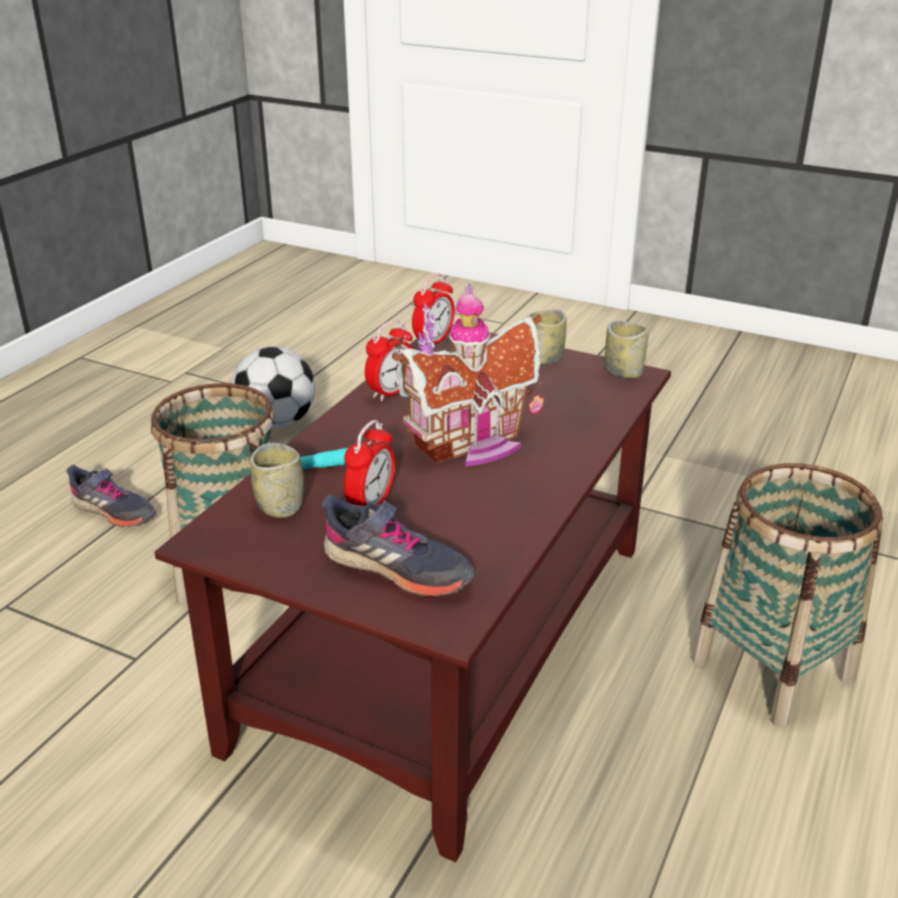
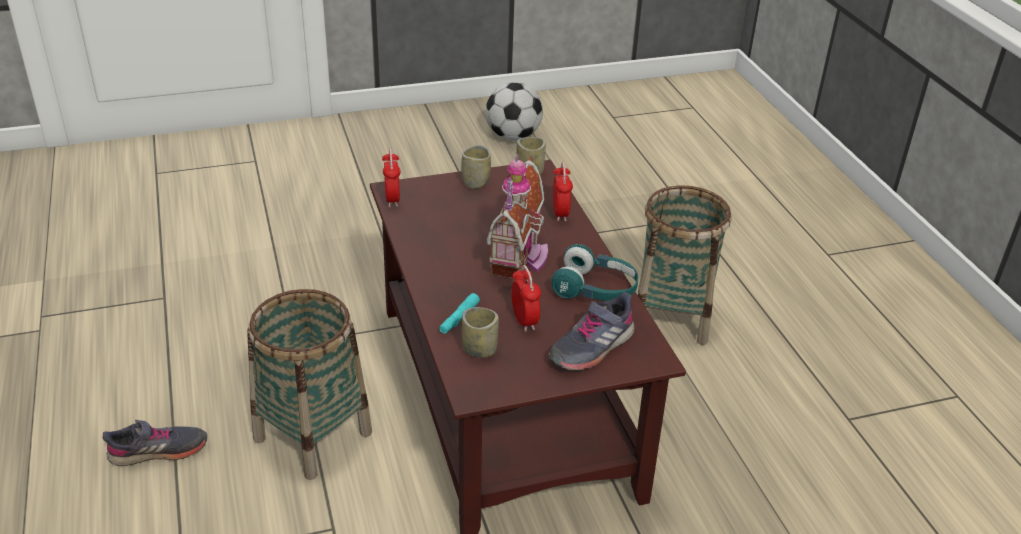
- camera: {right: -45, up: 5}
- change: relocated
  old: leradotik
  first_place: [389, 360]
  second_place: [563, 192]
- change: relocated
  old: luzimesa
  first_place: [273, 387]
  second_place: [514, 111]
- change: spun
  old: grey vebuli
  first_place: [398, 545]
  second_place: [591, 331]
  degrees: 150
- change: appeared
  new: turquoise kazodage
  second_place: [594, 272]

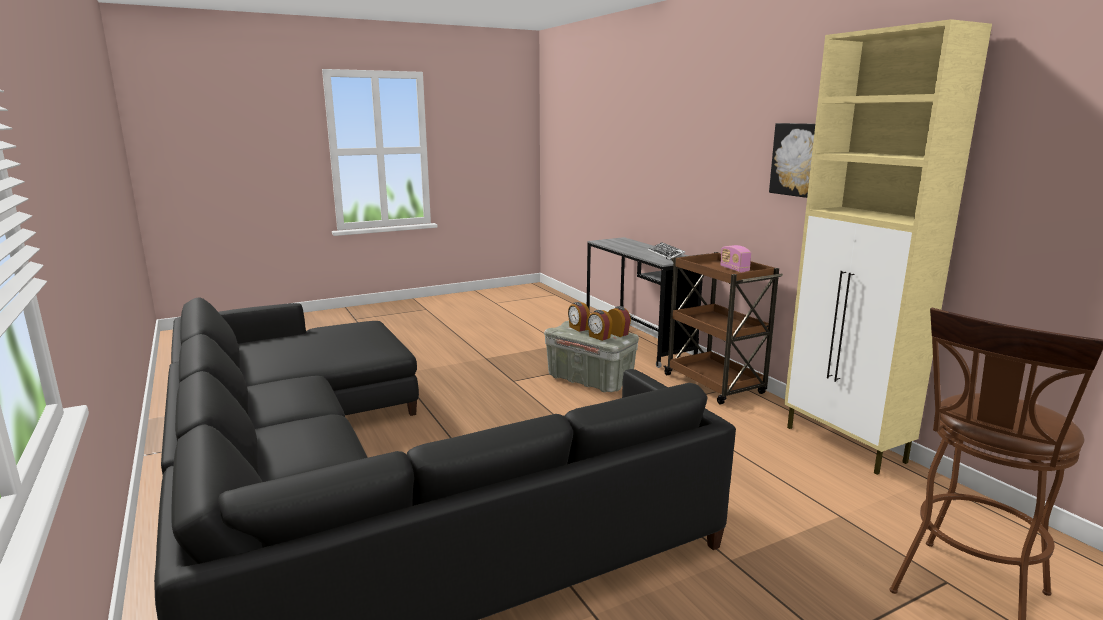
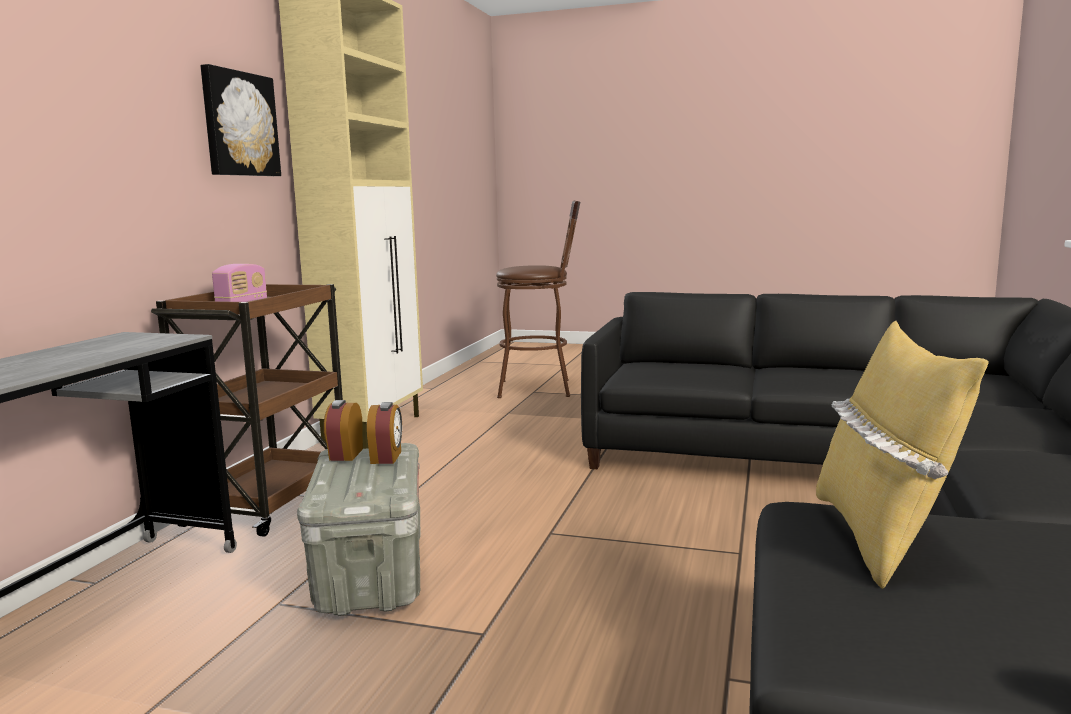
- camera: {right: -135, up: -5}
- change: missing
  old: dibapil
  first_place: [666, 251]
- change: missing
  old: leradotik
  first_place: [579, 317]
- change: appeared
  new: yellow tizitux
  second_place: [902, 455]

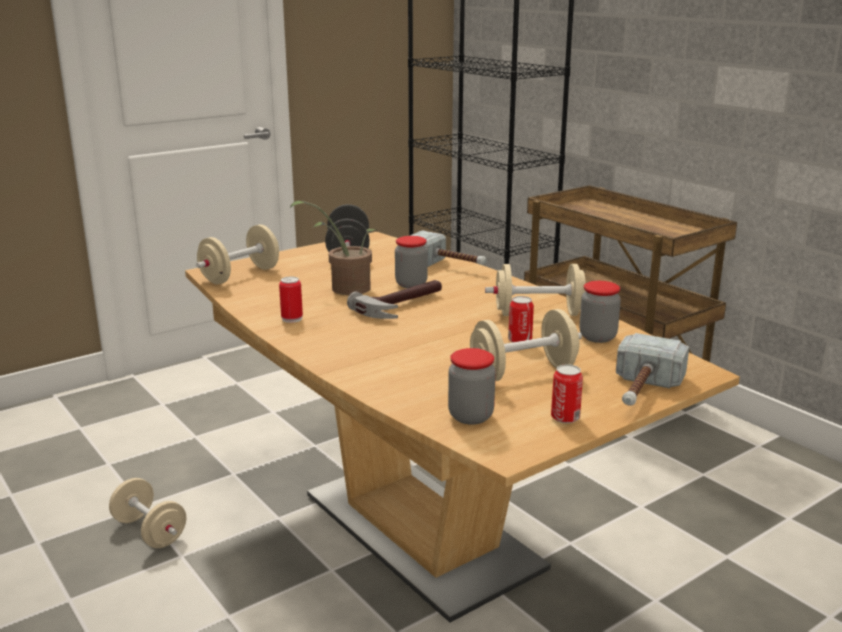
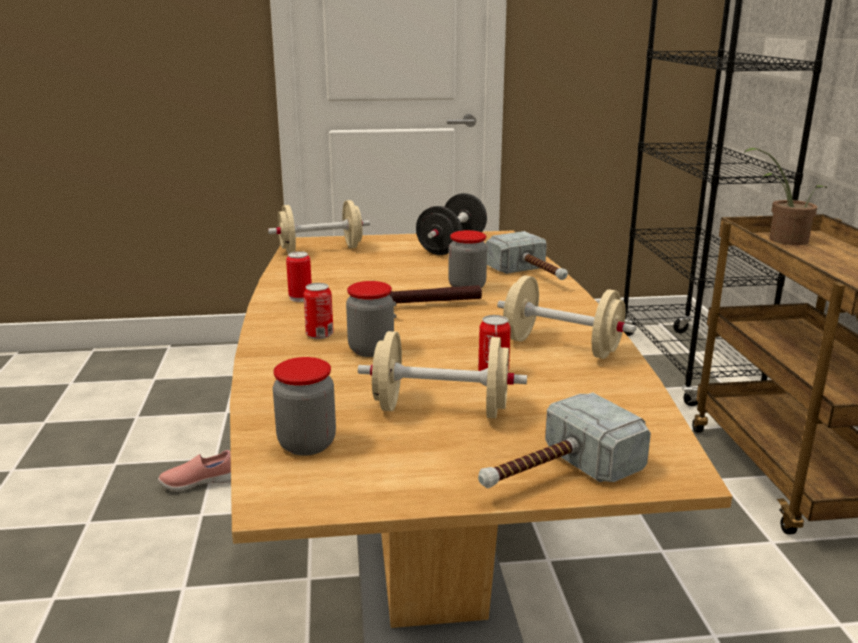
- camera: {right: 30, up: 0}
- change: relocated
  old: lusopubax
  first_place: [333, 248]
  second_place: [785, 196]
- change: relocated
  old: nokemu
  first_place: [600, 312]
  second_place: [370, 319]
- change: relocated
  old: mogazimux
  first_place: [567, 393]
  second_place: [319, 311]
- change: exchanged
  old: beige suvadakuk
  new: pink vebuli
  first_place: [147, 513]
  second_place: [194, 470]

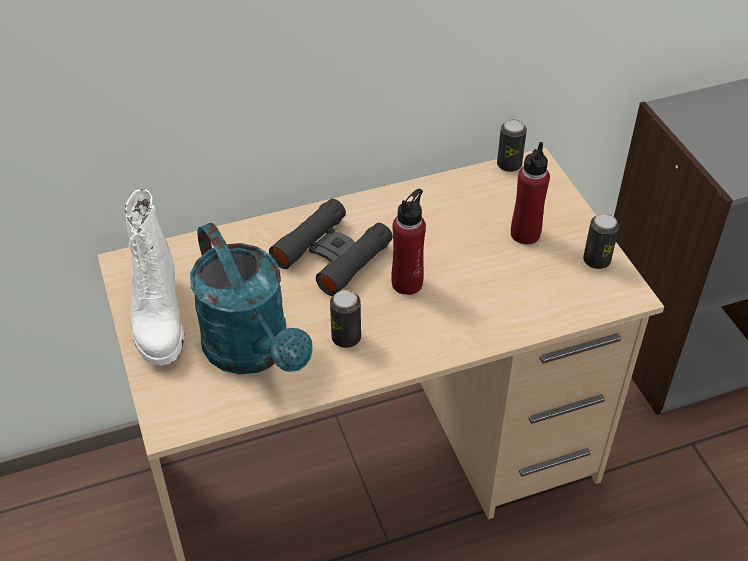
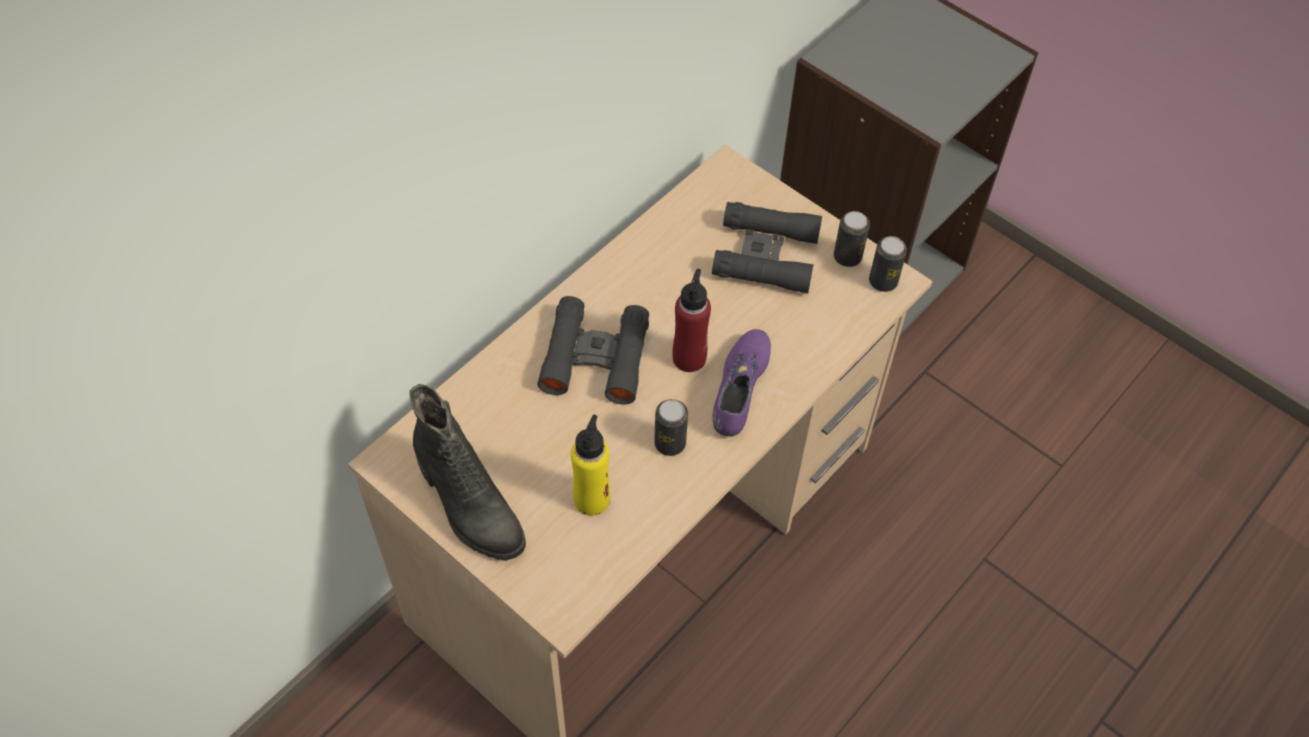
- camera: {right: -30, up: 10}
- change: relocated
  old: mogazimux
  first_place: [512, 145]
  second_place: [888, 264]
- change: exchanged
  old: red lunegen
  new: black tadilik
  first_place: [530, 193]
  second_place: [767, 248]
- change: colour
  old: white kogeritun
  new: black kogeritun
  first_place: [154, 277]
  second_place: [467, 472]
- change: exchanged
  old: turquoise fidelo
  new: yellow lunegen
  first_place: [251, 298]
  second_place: [590, 465]
- change: appeared
  new: purple vebuli
  second_place: [741, 383]

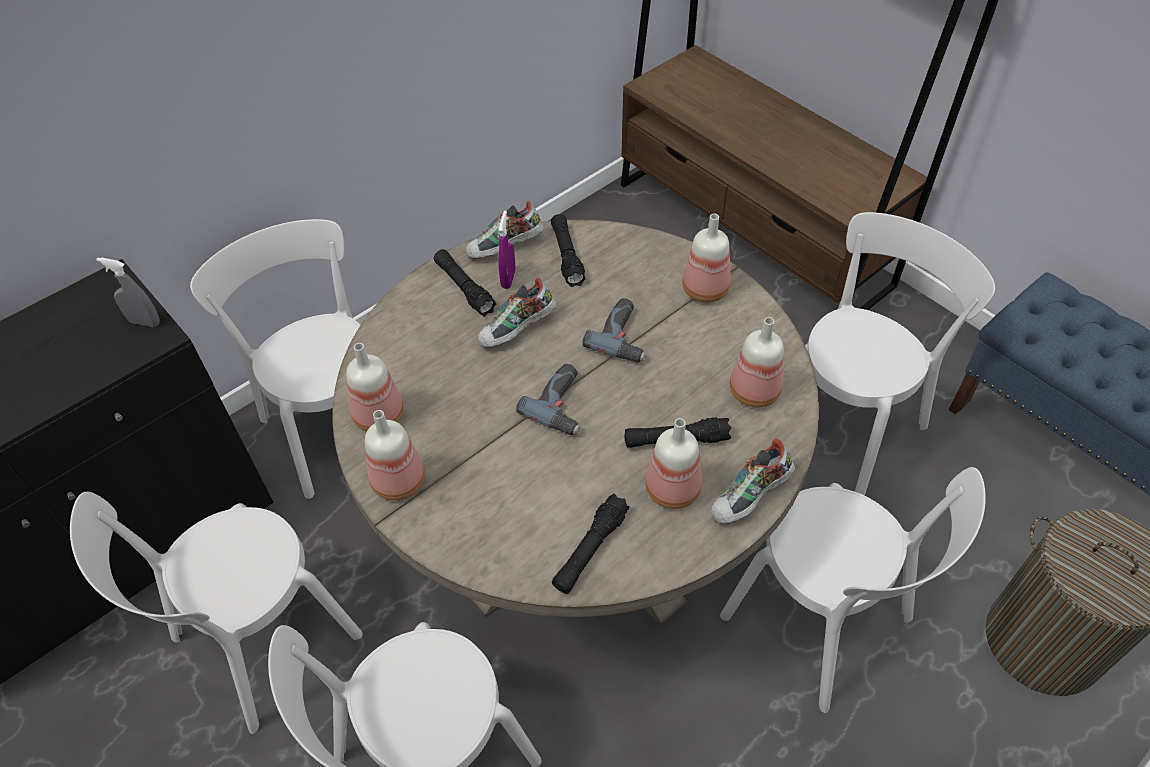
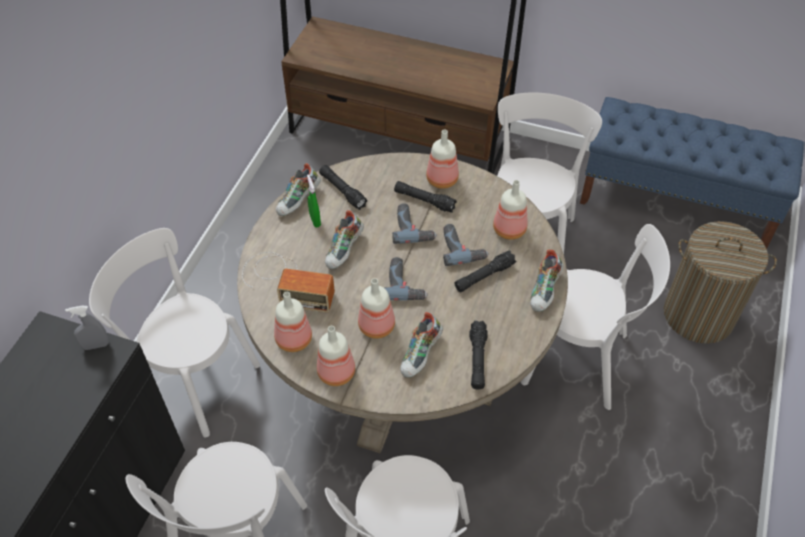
- camera: {right: -30, up: 0}
- change: colour
  old: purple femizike
  new: green femizike
  first_place: [506, 250]
  second_place: [314, 200]
- change: relocated
  old: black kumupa
  first_place: [465, 283]
  second_place: [425, 197]
- change: relocated
  old: lunegen
  first_place: [673, 463]
  second_place: [376, 308]
- change: appeared
  new: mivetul
  second_place: [466, 245]
- change: appeared
  new: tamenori
  second_place: [288, 282]
- change: appeared
  new: vebuli
  second_place: [421, 345]

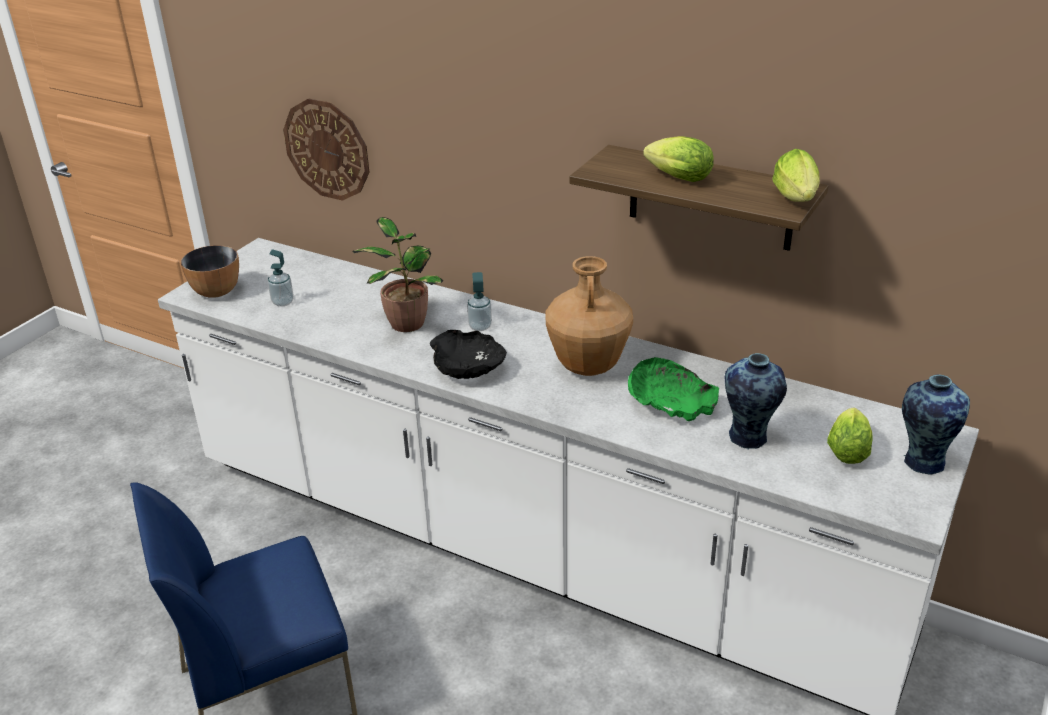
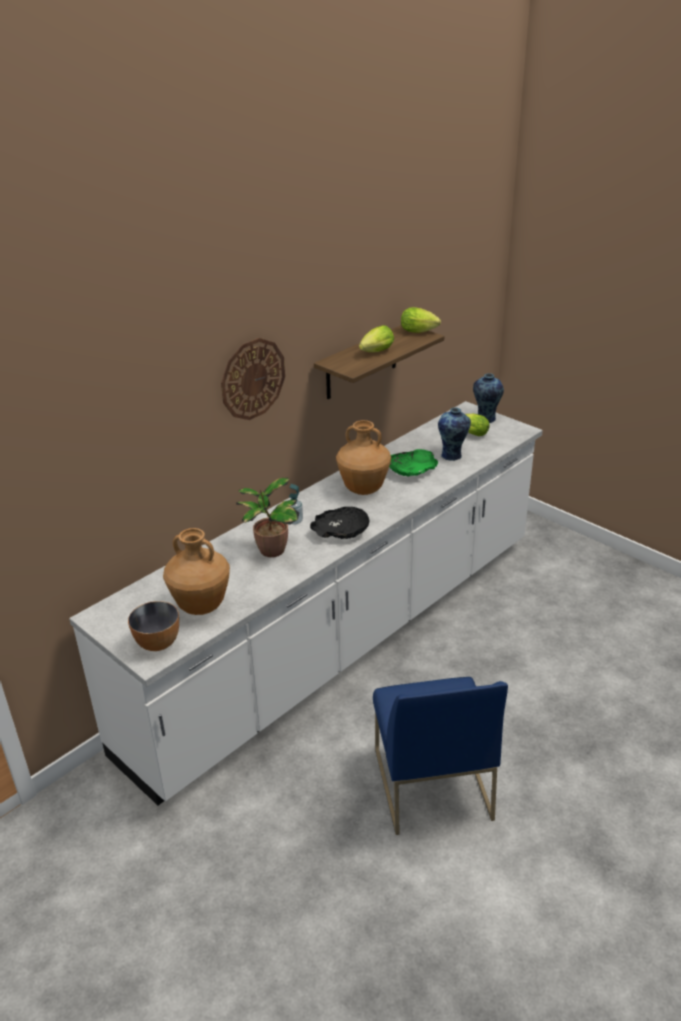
- camera: {right: -75, up: 0}
- change: relocated
  old: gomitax
  first_place: [326, 149]
  second_place: [253, 379]
- change: exchanged
  old: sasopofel
  new: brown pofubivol
  first_place: [281, 278]
  second_place: [196, 571]

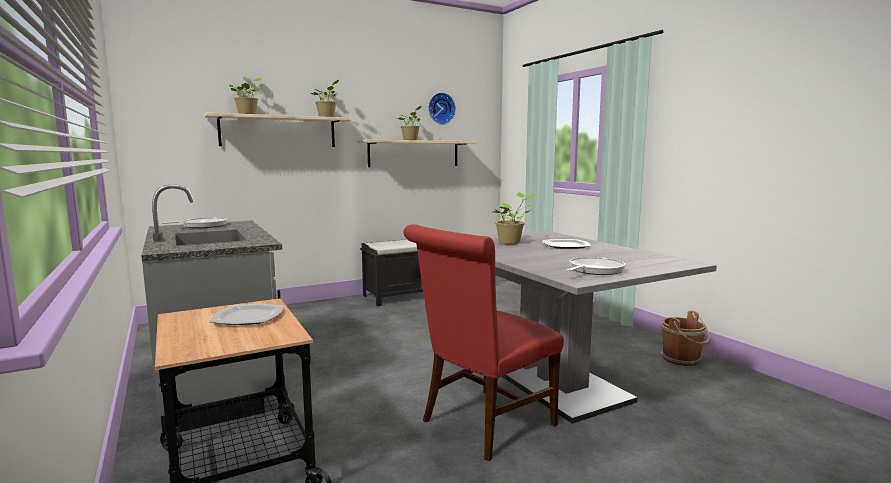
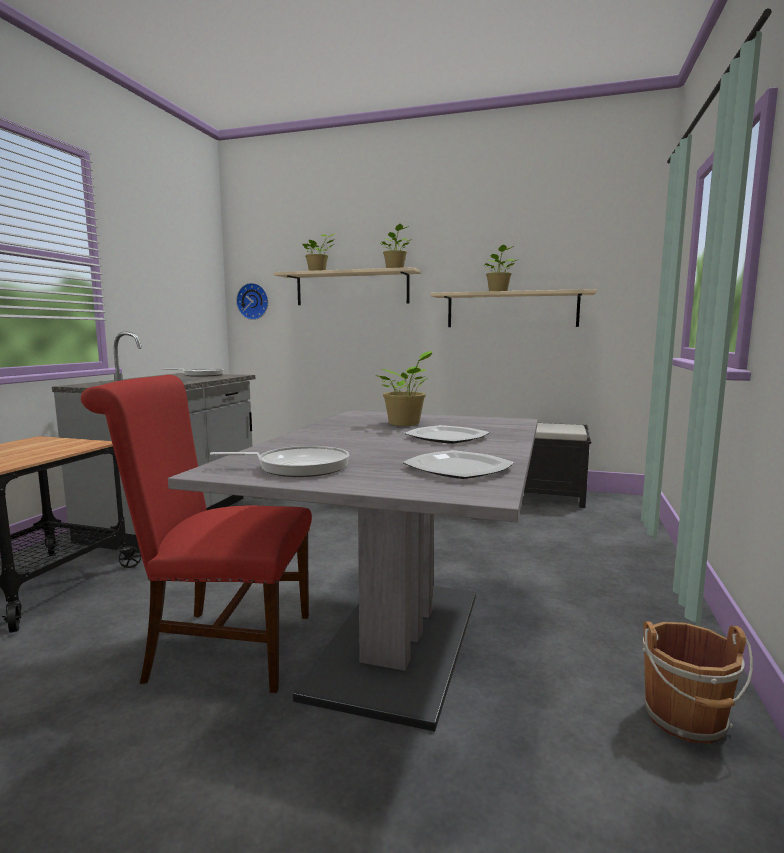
- camera: {right: 45, up: 0}
- change: relocated
  old: gomitax
  first_place: [442, 108]
  second_place: [252, 301]
- change: relocated
  old: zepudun
  first_place: [246, 314]
  second_place: [458, 464]

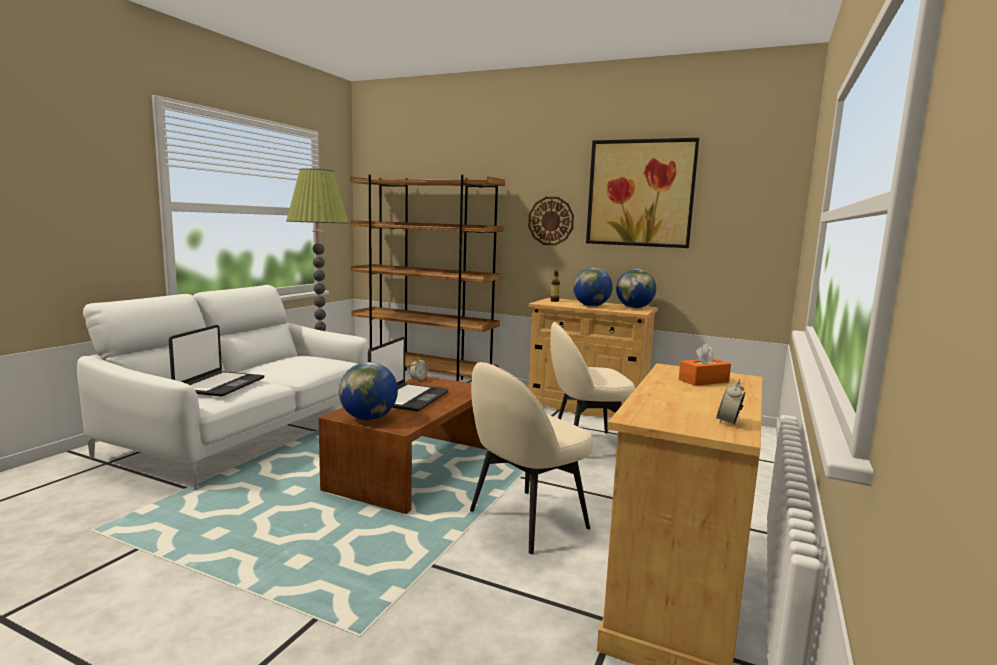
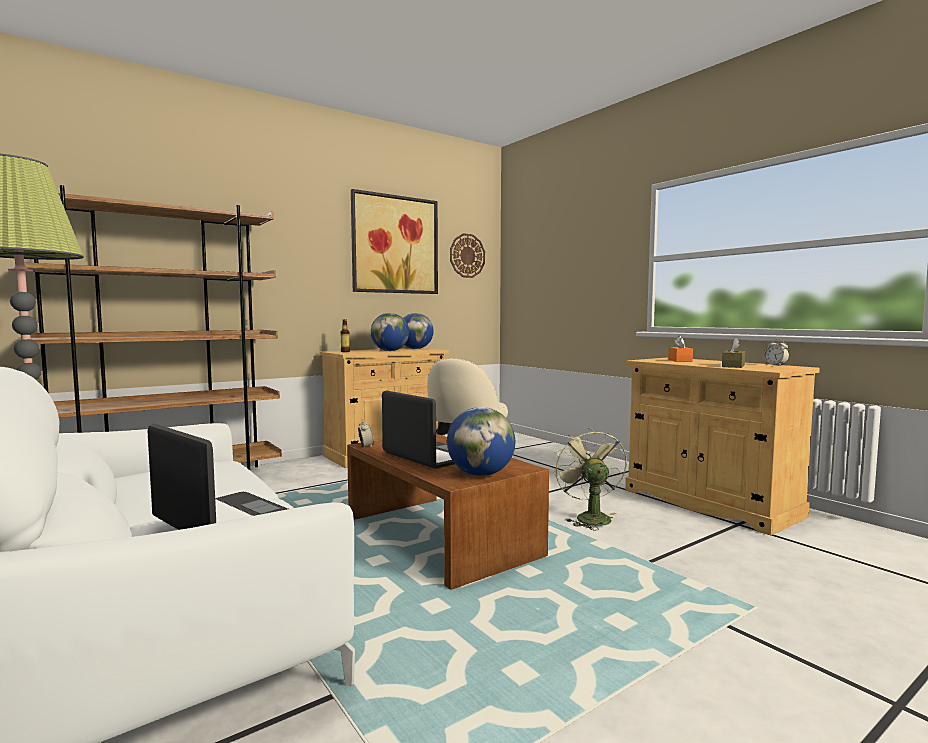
- camera: {right: -60, up: -5}
- change: relocated
  old: gomitax
  first_place: [551, 221]
  second_place: [467, 255]
- change: exchanged
  old: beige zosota
  new: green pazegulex
  first_place: [531, 458]
  second_place: [590, 479]
- change: appeared
  new: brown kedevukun
  second_place: [733, 353]

